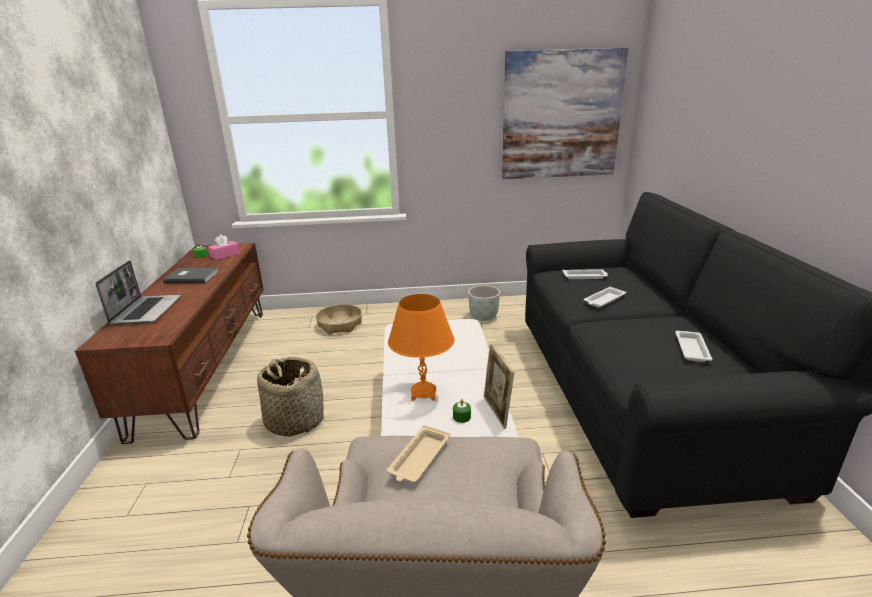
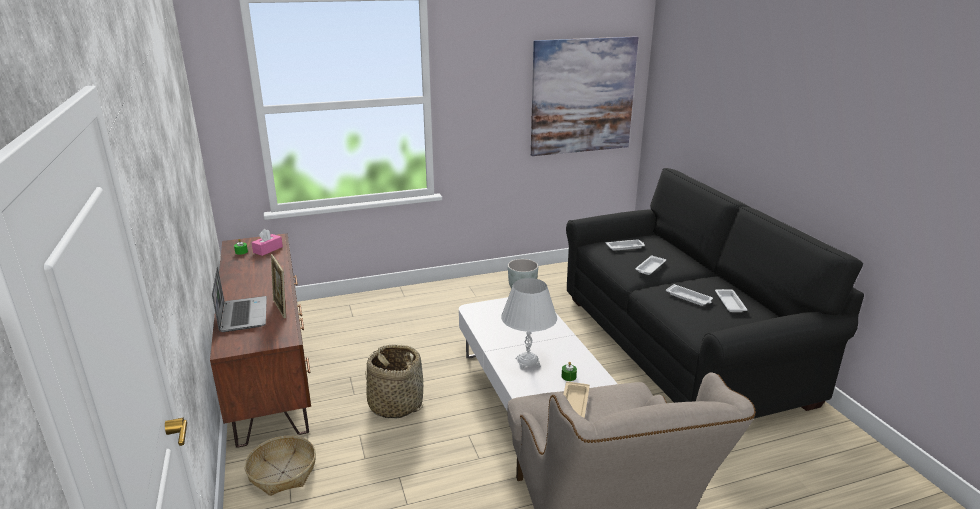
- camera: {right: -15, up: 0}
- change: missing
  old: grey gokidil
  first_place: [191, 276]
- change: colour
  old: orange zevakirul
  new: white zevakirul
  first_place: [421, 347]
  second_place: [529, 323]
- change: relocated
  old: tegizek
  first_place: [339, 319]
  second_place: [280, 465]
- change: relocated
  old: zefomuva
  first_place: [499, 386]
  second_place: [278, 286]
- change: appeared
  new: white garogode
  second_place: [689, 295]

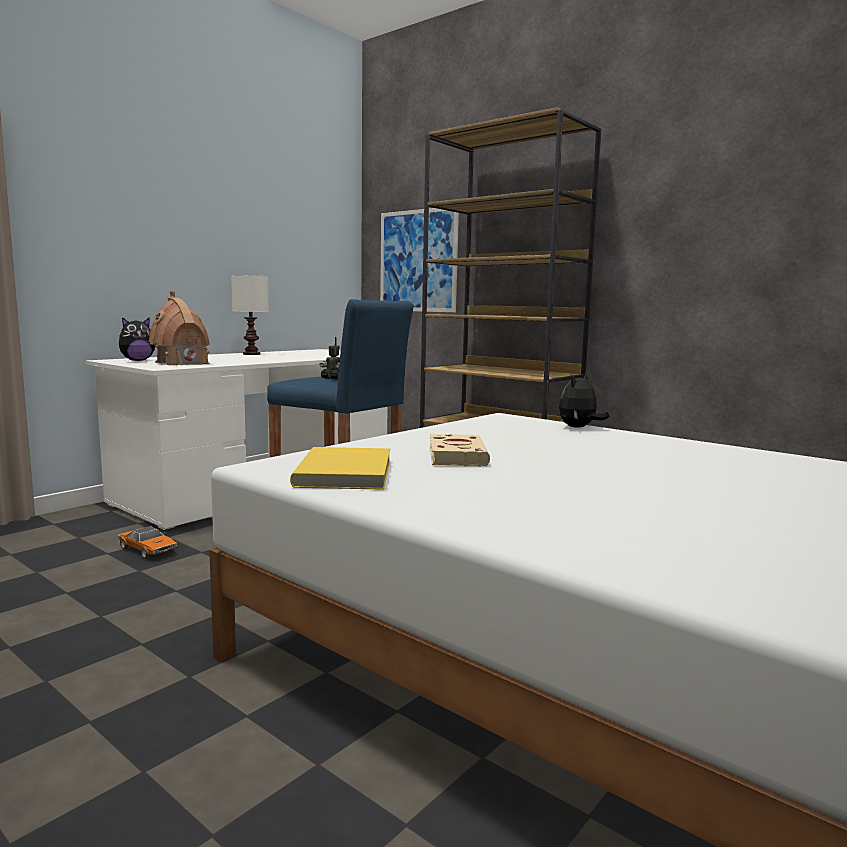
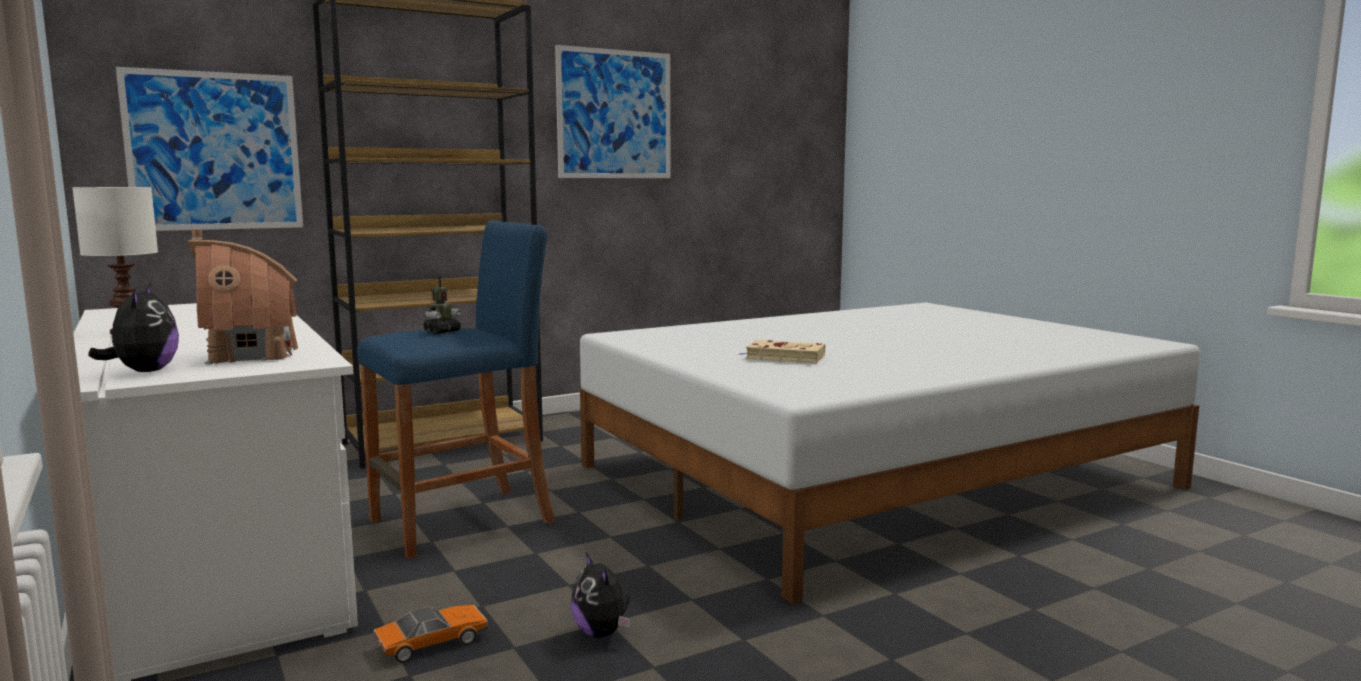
- camera: {right: -70, up: 0}
- change: relocated
  old: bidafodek
  first_place: [584, 400]
  second_place: [601, 595]
- change: missing
  old: yellow gokidil
  first_place: [340, 468]
- change: appeared
  new: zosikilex
  second_place: [612, 111]

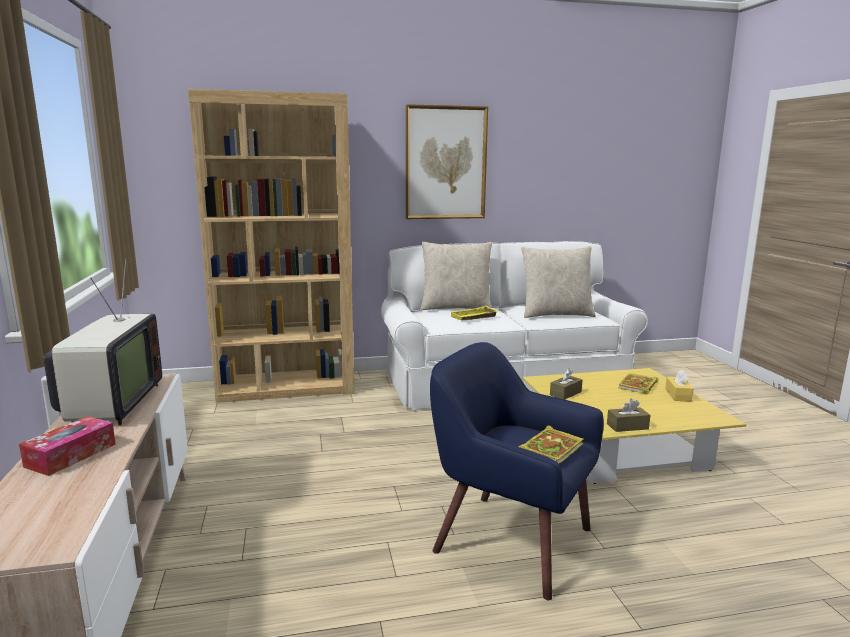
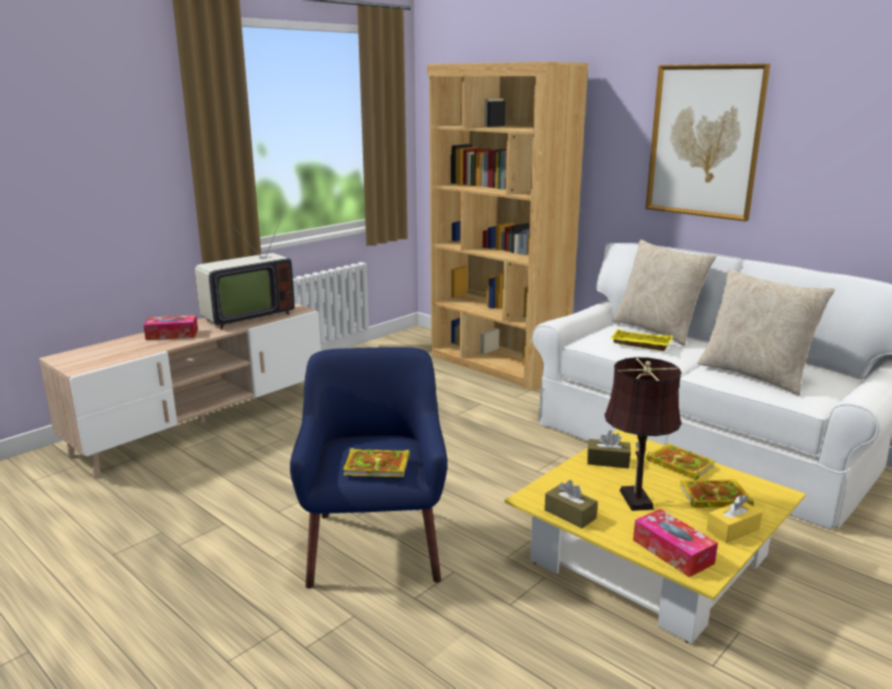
- camera: {right: 55, up: 5}
- change: appeared
  new: brown zevakirul
  second_place: [642, 434]
- change: appeared
  new: gokidil
  second_place: [680, 461]
- change: appeared
  new: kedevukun
  second_place: [675, 543]

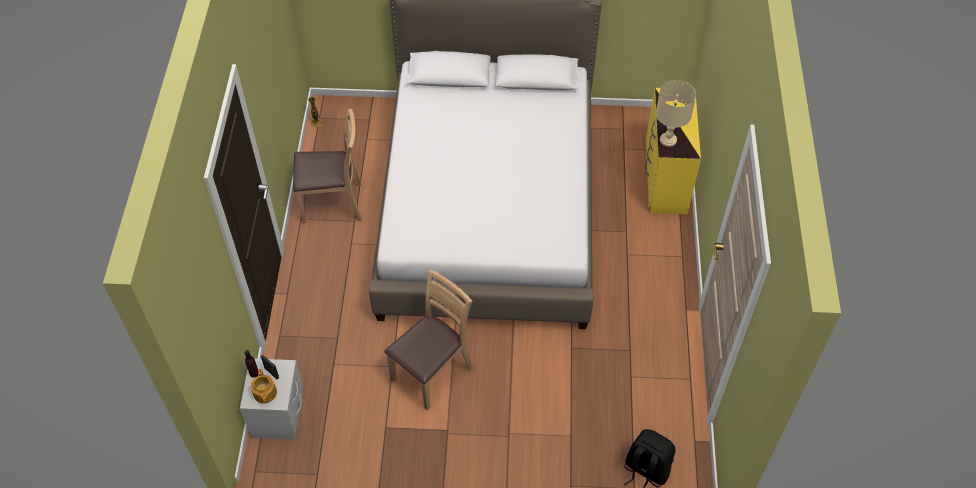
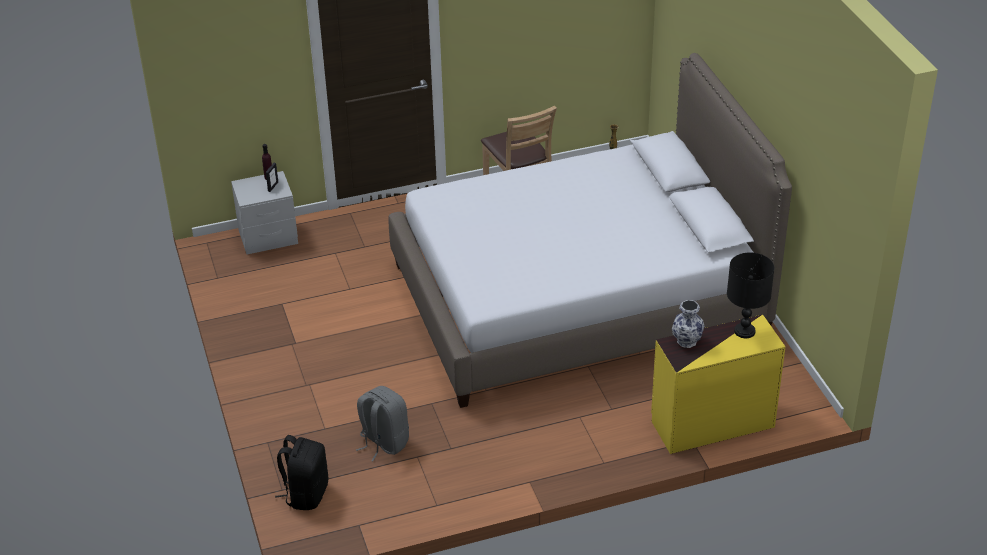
- camera: {right: 70, up: -15}
- change: exchanged
  old: beige zevakirul
  new: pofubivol
  first_place: [676, 113]
  second_place: [688, 324]
- change: missing
  old: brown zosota
  first_place: [428, 340]
- change: missing
  old: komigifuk
  first_place: [264, 386]
- change: appeared
  new: black zevakirul
  second_place: [750, 295]
- change: appeared
  new: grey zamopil
  second_place: [382, 423]

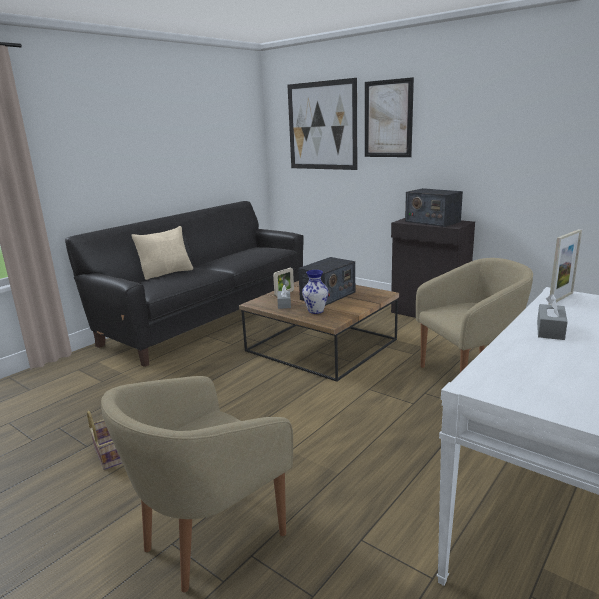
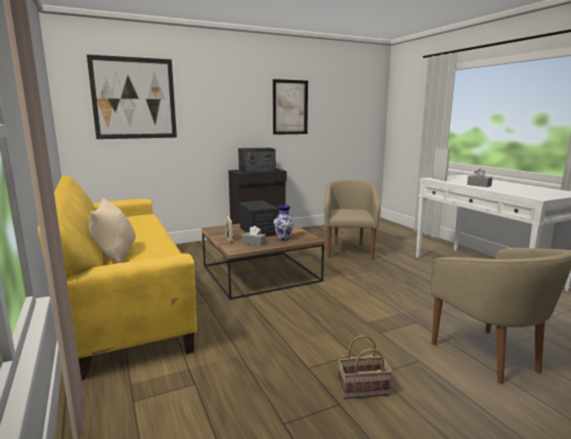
- camera: {right: -65, up: -5}
- change: relocated
  old: zosikilex
  first_place: [389, 117]
  second_place: [290, 107]
- change: colour
  old: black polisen
  new: yellow polisen
  first_place: [184, 284]
  second_place: [117, 277]

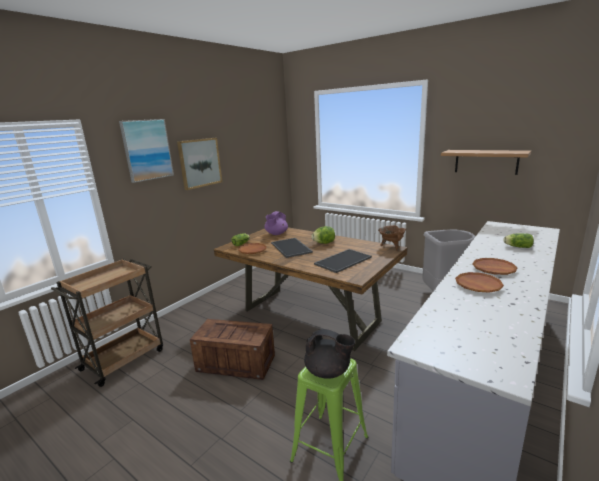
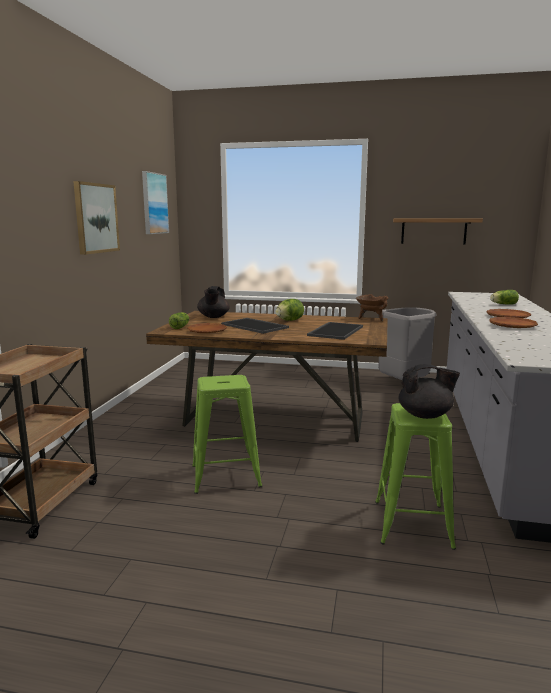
- camera: {right: -25, up: -5}
- change: relocated
  old: zosikilex
  first_place: [146, 151]
  second_place: [155, 202]
- change: colour
  old: purple komigifuk
  new: black komigifuk
  first_place: [276, 223]
  second_place: [213, 302]
- change: exchanged
  old: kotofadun
  new: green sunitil
  first_place: [232, 349]
  second_place: [227, 434]

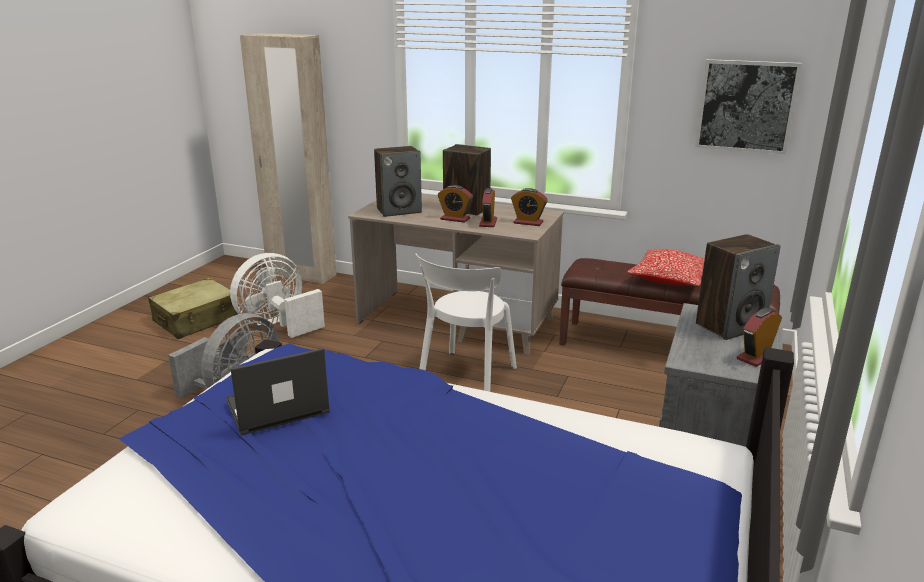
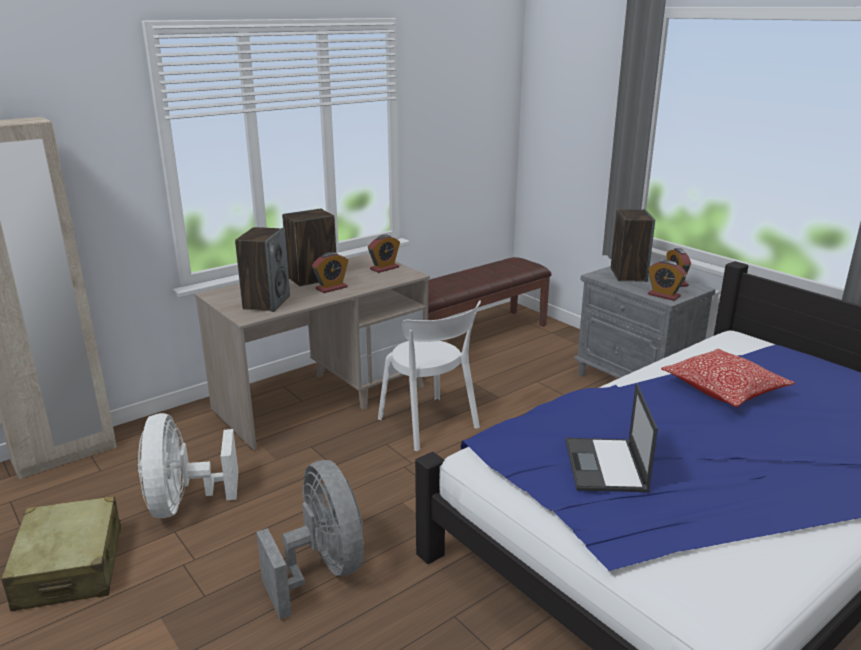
- camera: {right: -60, up: 0}
- change: missing
  old: zosikilex
  first_place: [748, 106]
- change: relocated
  old: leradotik
  first_place: [488, 207]
  second_place: [667, 280]
- change: relocated
  old: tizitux
  first_place: [666, 267]
  second_place: [728, 378]

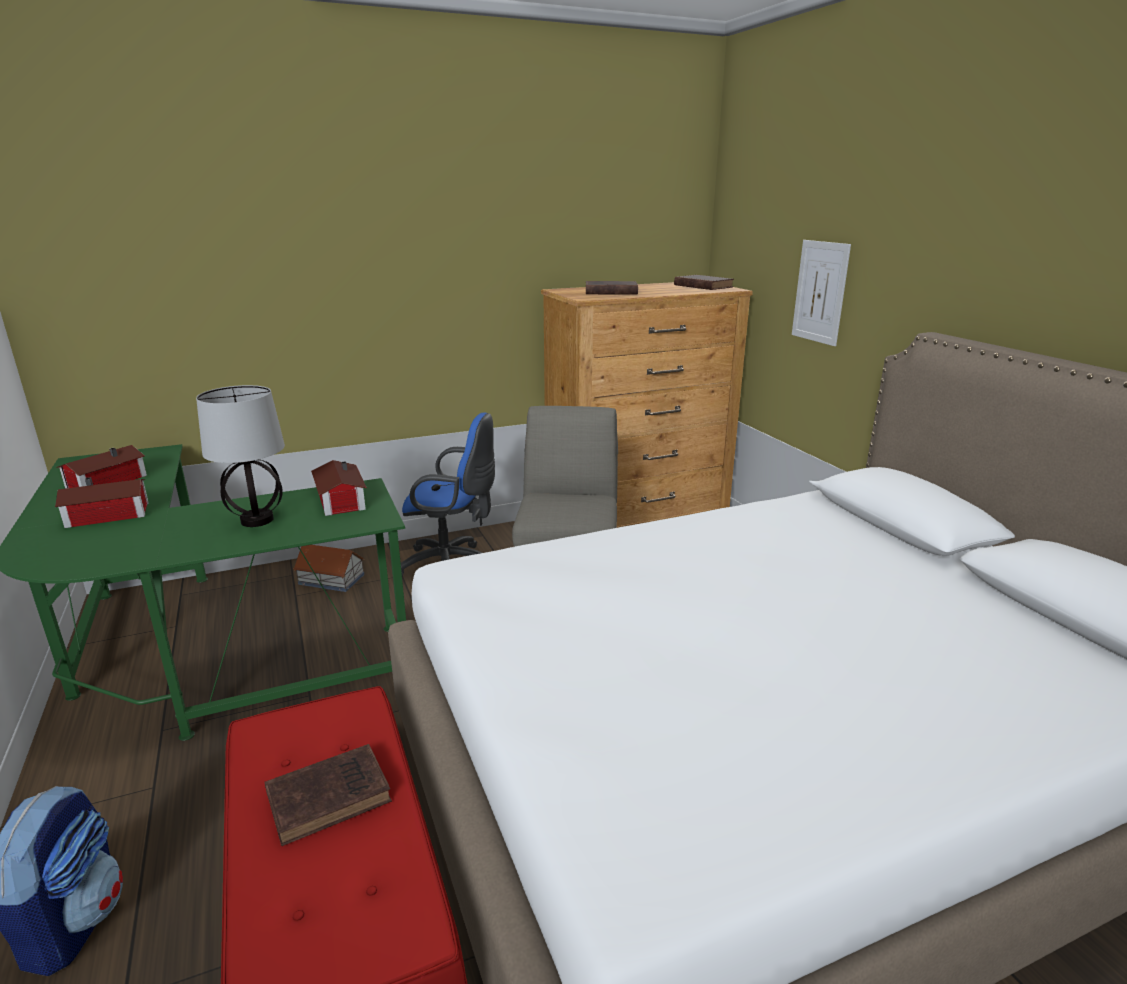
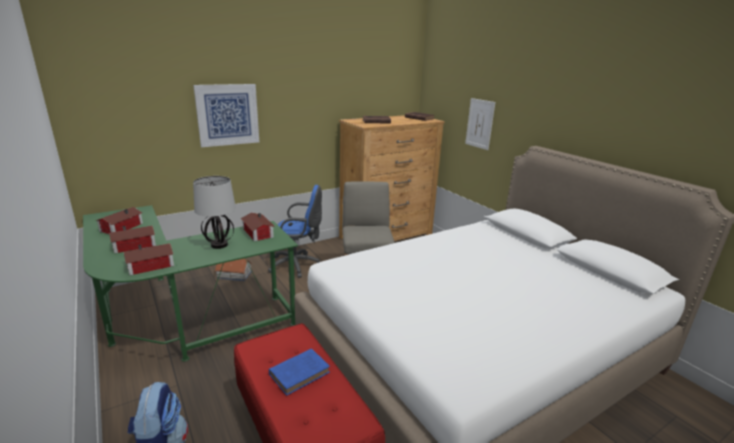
- camera: {right: -10, up: 0}
- change: colour
  old: brown gokidil
  new: blue gokidil
  first_place: [328, 795]
  second_place: [299, 372]
- change: appeared
  new: zosikilex
  second_place: [226, 115]
- change: appeared
  new: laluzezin
  second_place: [149, 259]

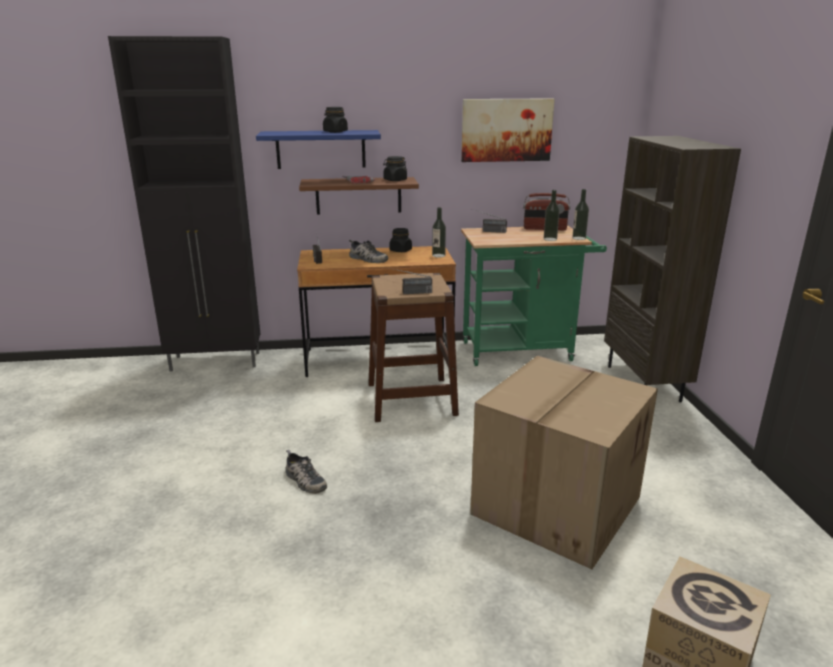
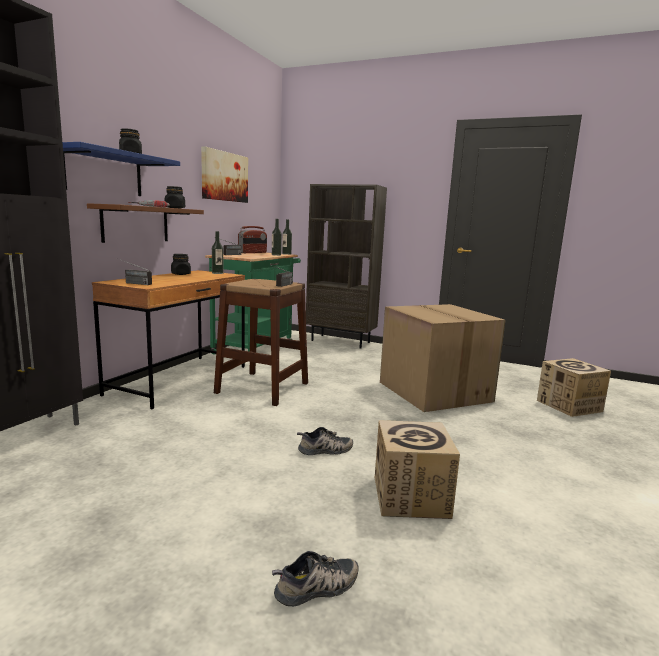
- camera: {right: -60, up: -10}
- change: relocated
  old: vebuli
  first_place: [368, 251]
  second_place: [315, 579]
- change: appeared
  new: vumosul
  second_place: [417, 469]

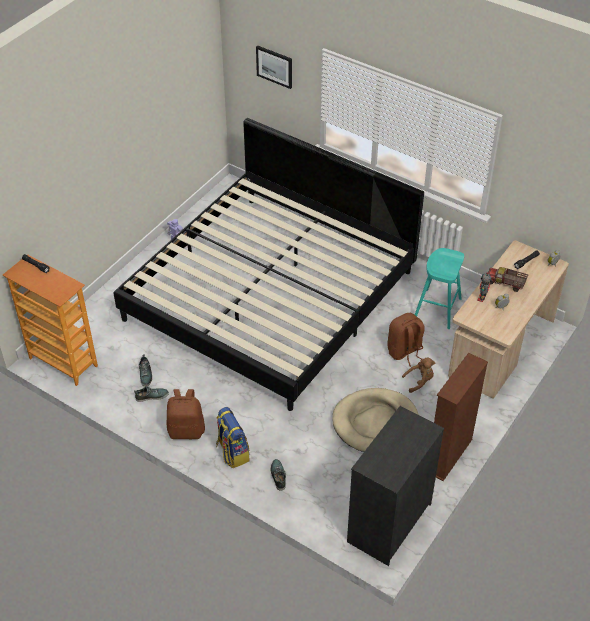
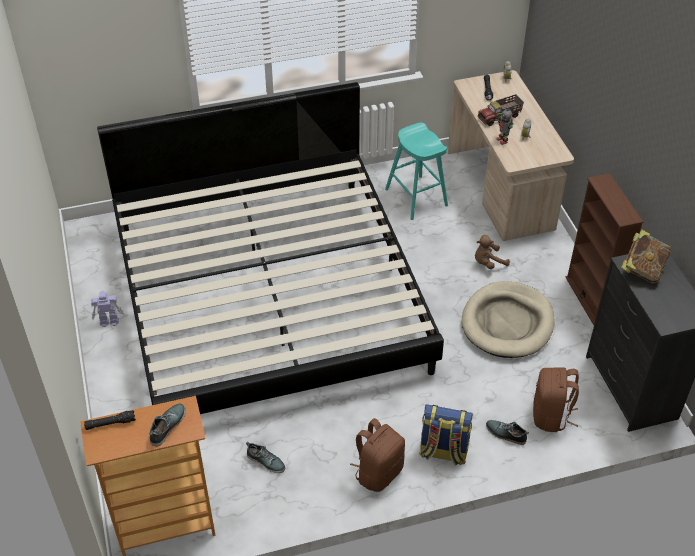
- camera: {right: -50, up: 0}
- change: missing
  old: zosikilex
  first_place: [274, 67]
- change: relocated
  old: brown zamopil
  first_place: [406, 340]
  second_place: [556, 399]
- change: spun
  old: brown bidafodek
  first_place: [418, 375]
  second_place: [492, 252]
  degrees: -135
- change: relocated
  old: vebuli
  first_place: [151, 394]
  second_place: [167, 425]
- change: appeared
  new: gokidil
  second_place: [646, 256]

